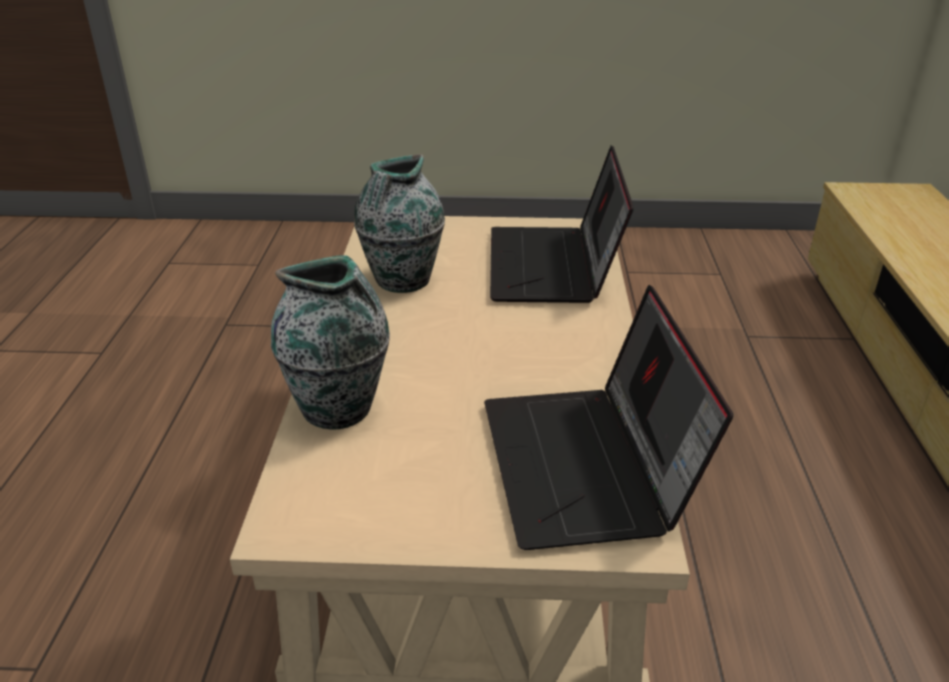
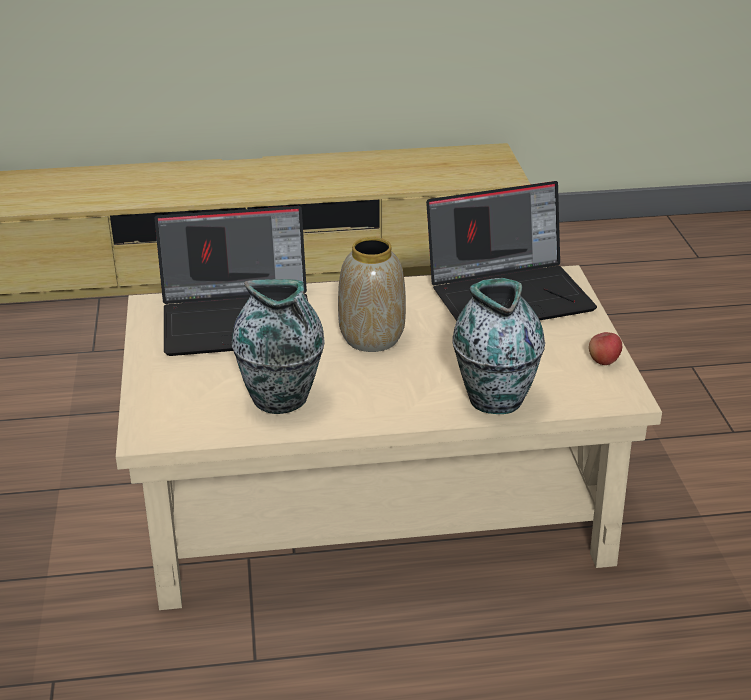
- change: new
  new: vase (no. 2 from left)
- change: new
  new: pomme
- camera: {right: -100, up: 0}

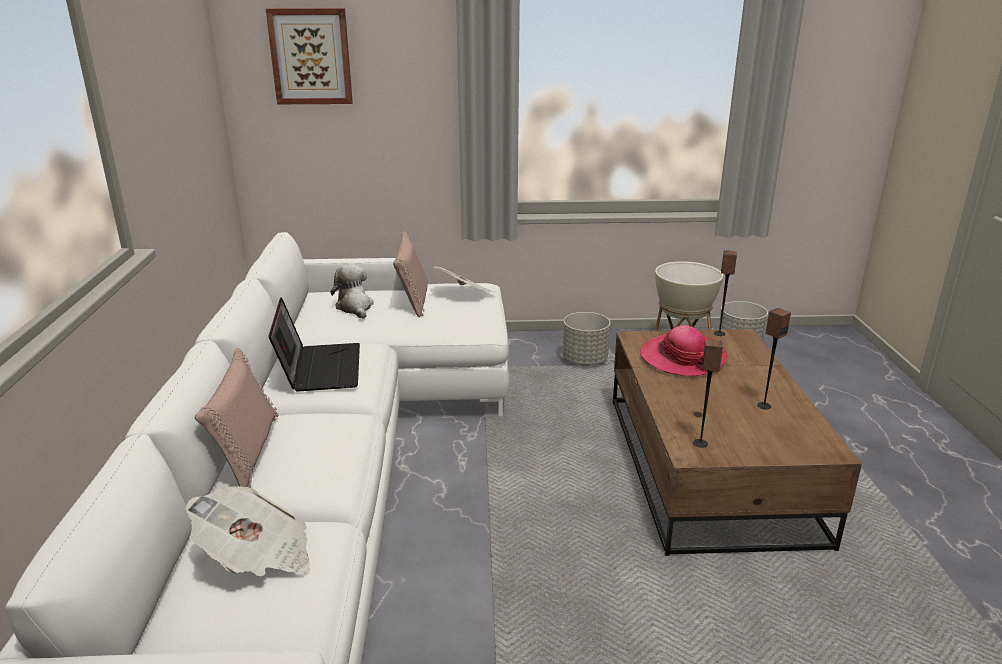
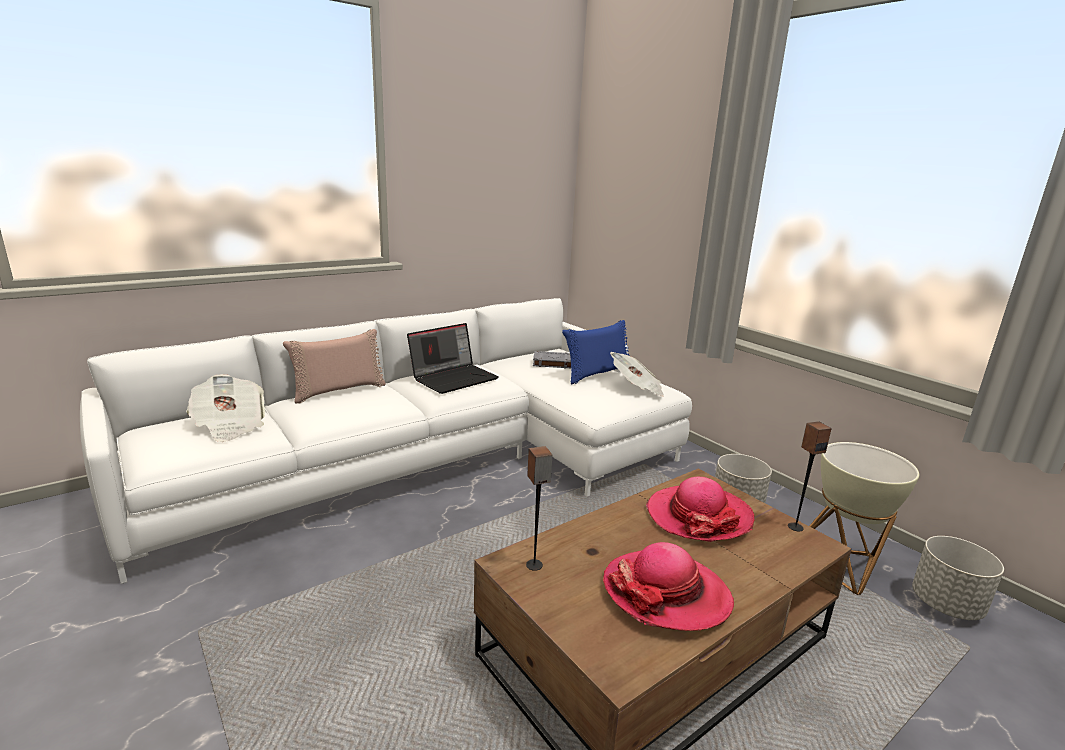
- change: gone
  old: tableau
- change: swapped
  old: peluche
  new: livre/gris
- change: repainted
  old: coussin/beige (no. 2 from left)
  new: coussin/bleu
- change: swapped
  old: enceinte (no. 3 from left)
  new: chapeau (no. 1 from left)
- camera: {right: 55, up: -5}

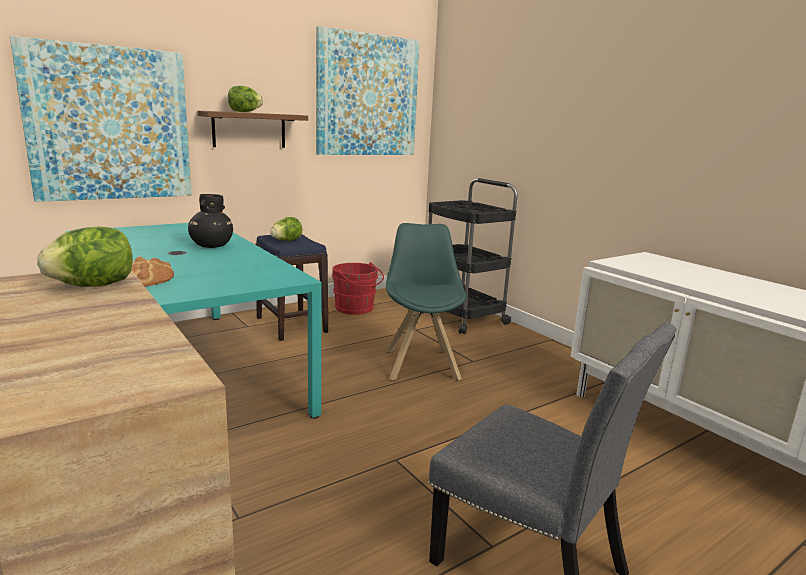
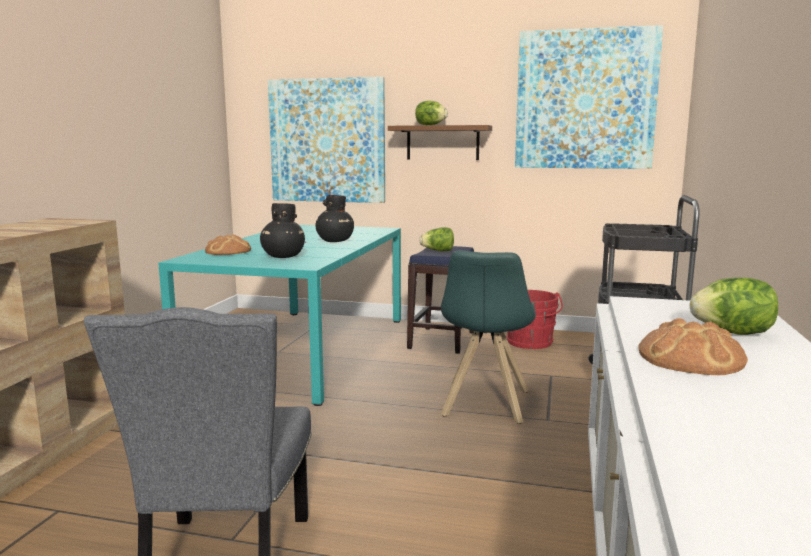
- change: shifted
  old: laitue (no. 1 from left in the first image)
  new: laitue (no. 3 from left)
- change: rotated
  old: chaise/turquoise
  degrees: 150
- change: new
  new: vase/noir (no. 1 from left)
- change: new
  new: pain (no. 2 from left)
- camera: {right: 50, up: -5}

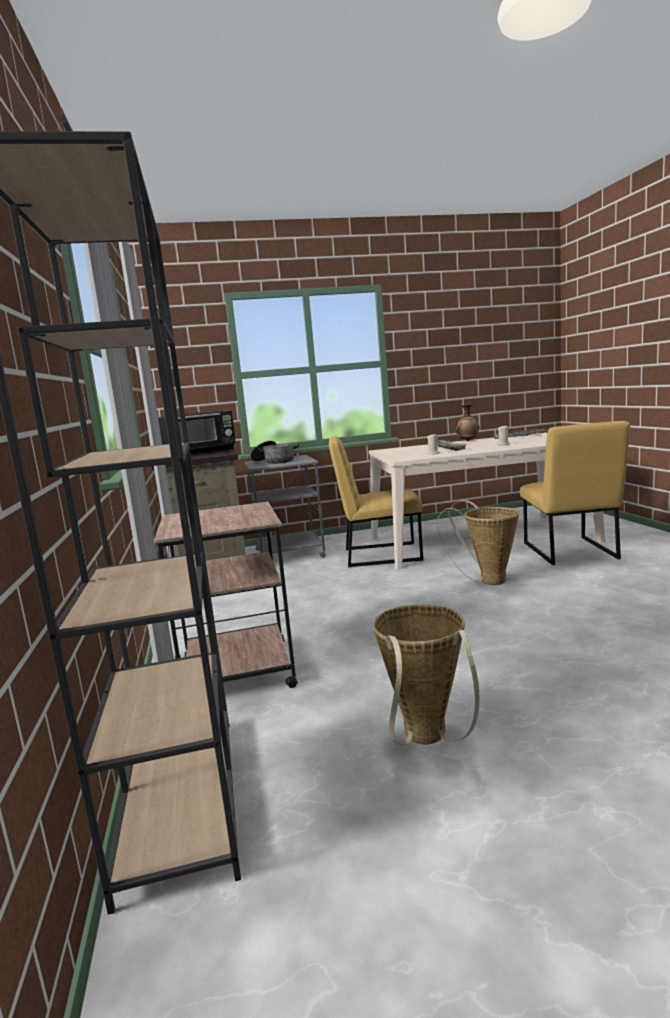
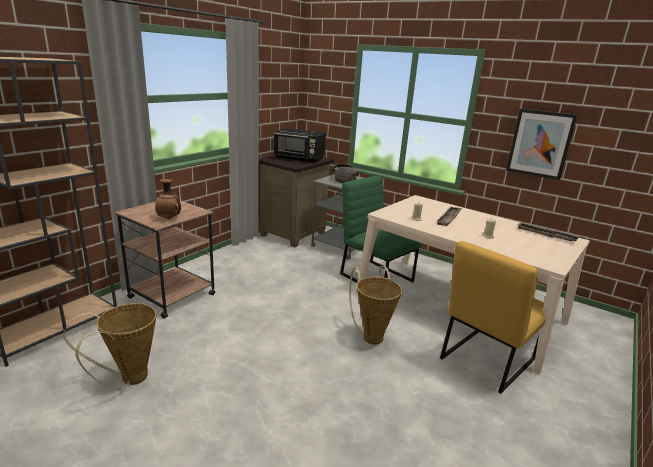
- change: repainted
  old: chaise/jaune (no. 1 from left)
  new: chaise/vert
- change: shifted
  old: vase
- change: new
  new: tableau
- camera: {right: 45, up: 10}

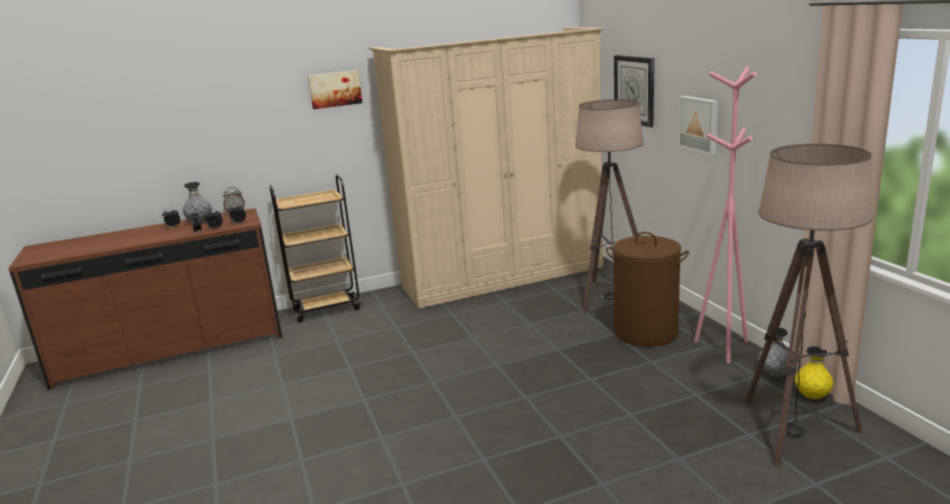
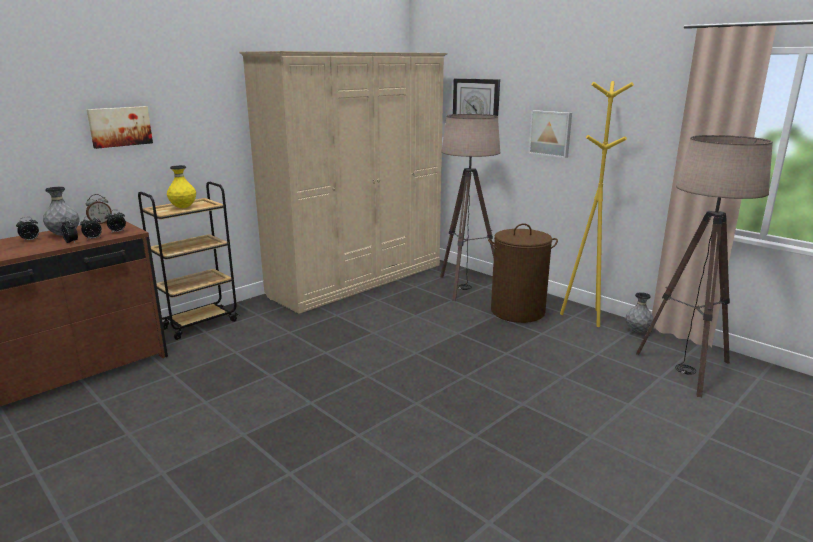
- change: shifted
  old: tableau (no. 1 from left)
- change: repainted
  old: portant/rose
  new: portant/jaune
- change: shifted
  old: vase/jaune
- camera: {right: -25, up: 0}

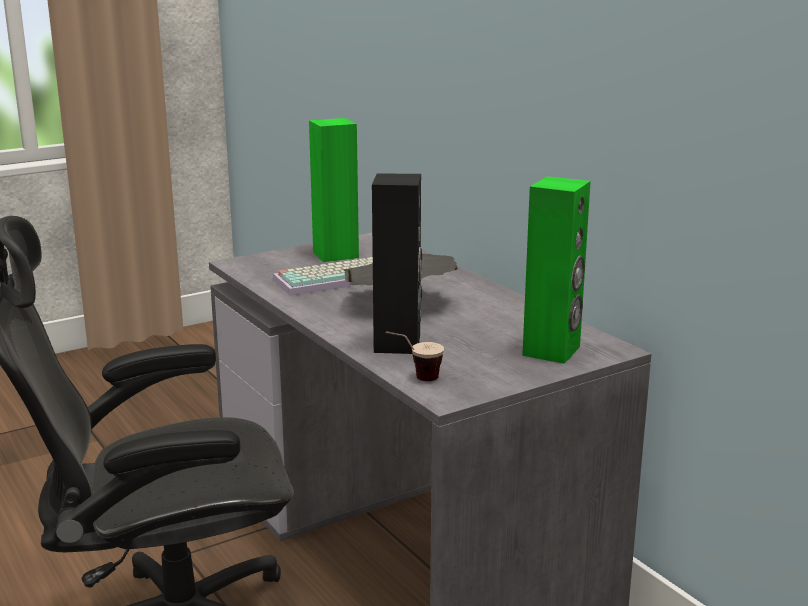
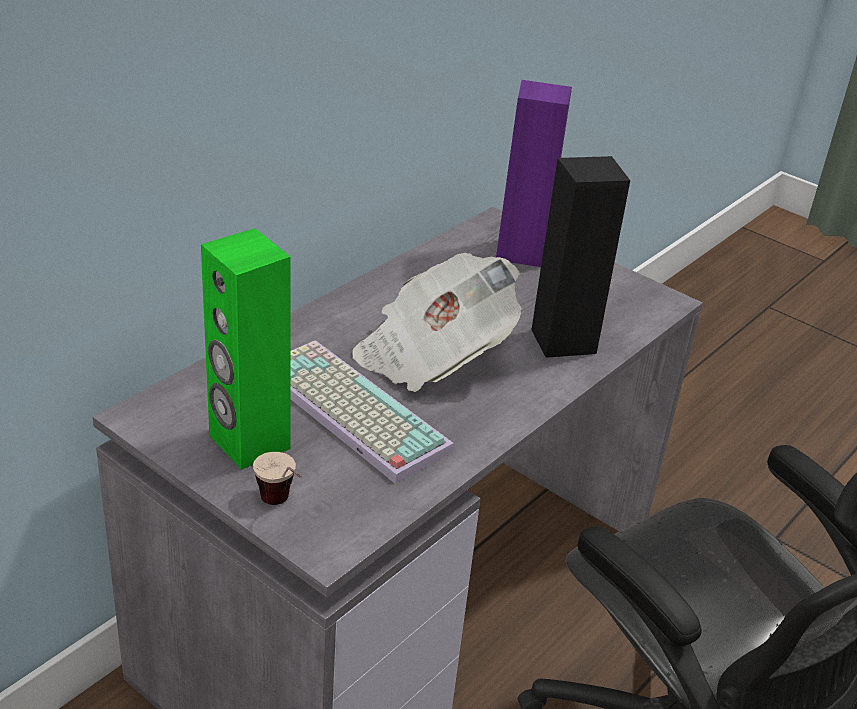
- change: shifted
  old: tasse
- change: repainted
  old: enceinte/vert (no. 2 from left)
  new: enceinte/violet
- camera: {right: -110, up: 15}

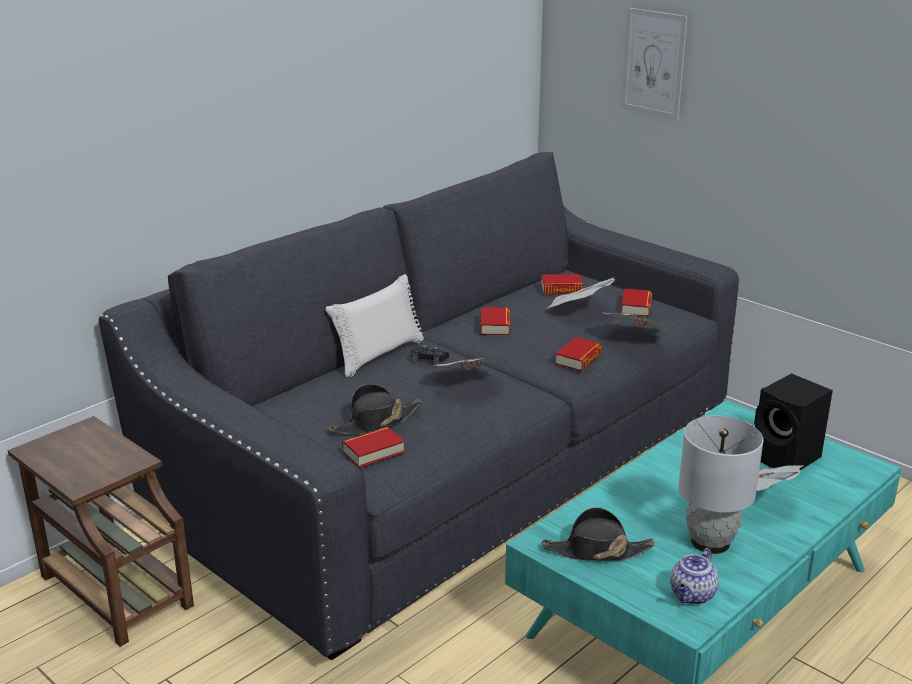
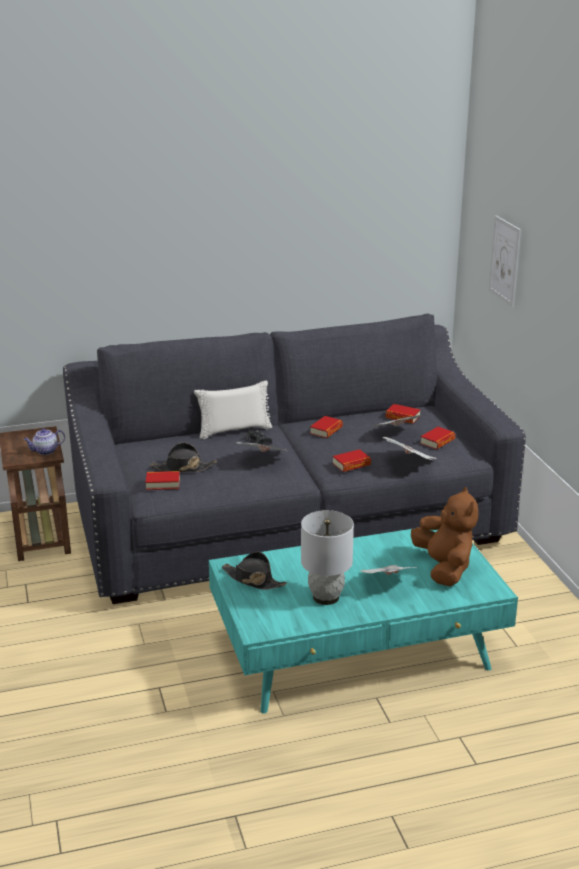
- change: shifted
  old: théière
- change: swapped
  old: enceinte/noir
  new: peluche/marron
- camera: {right: 30, up: 0}

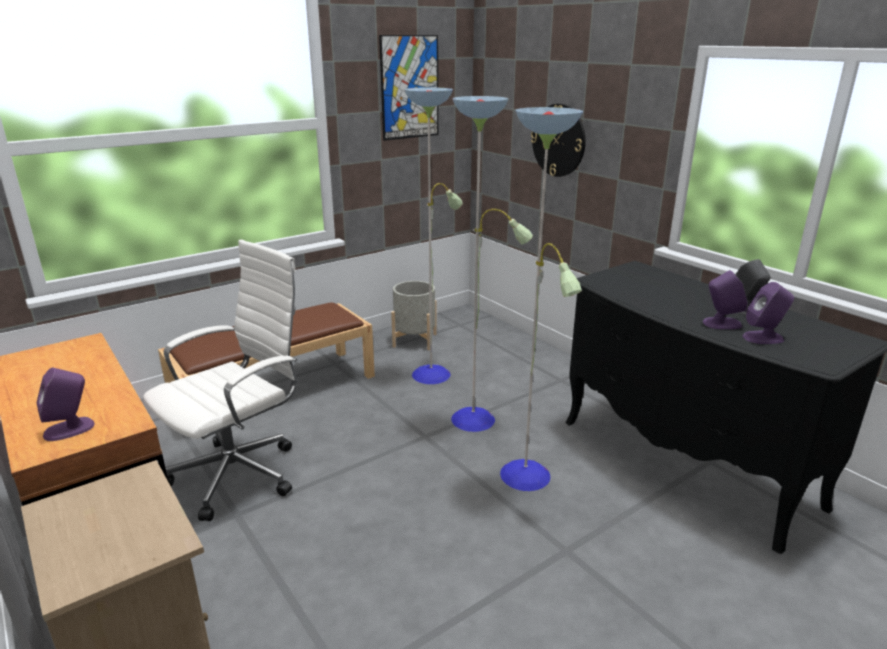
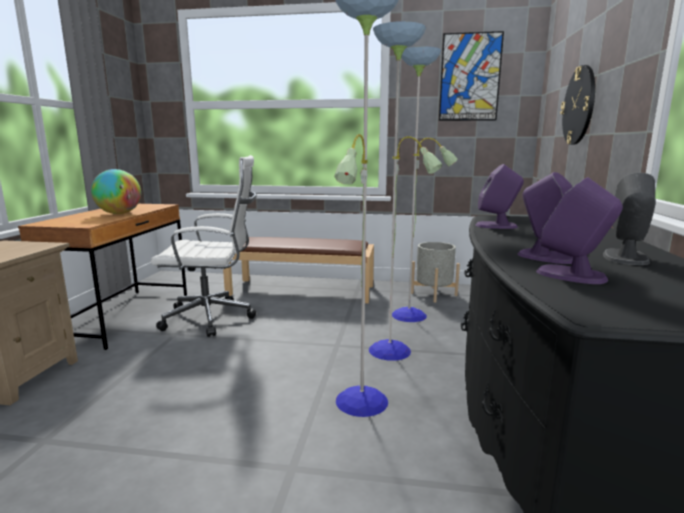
- change: shifted
  old: enceinte/violet (no. 1 from left)
- change: new
  new: globe
- camera: {right: 45, up: -10}

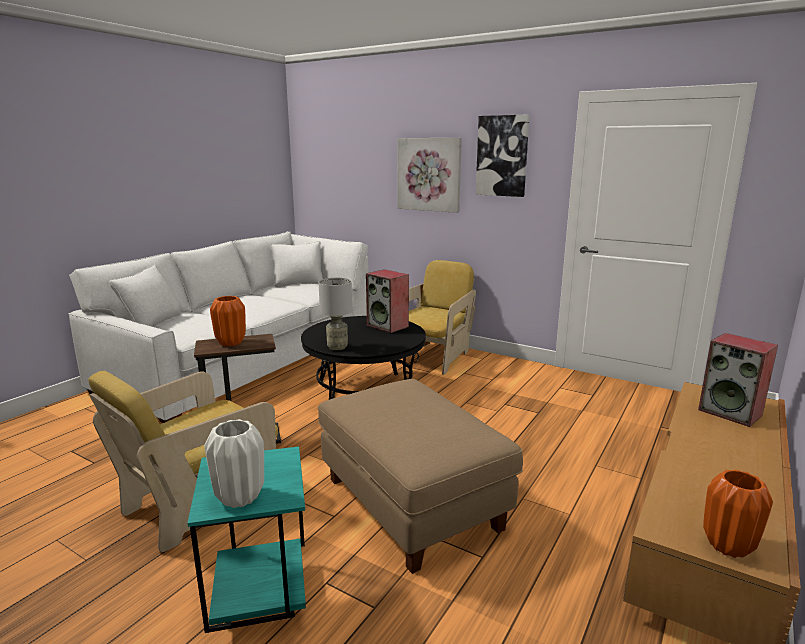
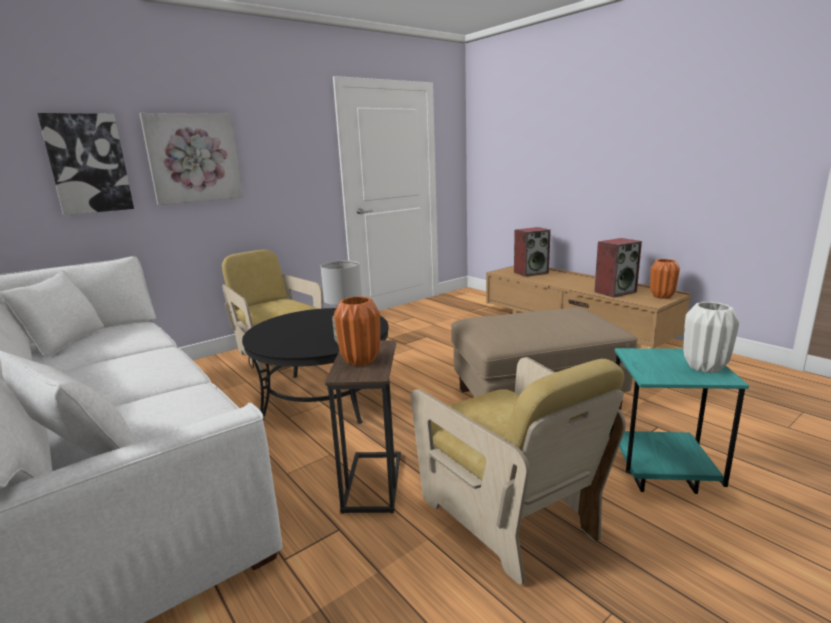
- change: shifted
  old: enceinte (no. 1 from left in the first image)
  new: enceinte (no. 2 from left)
- change: shifted
  old: tableau (no. 2 from left in the first image)
  new: tableau (no. 1 from left)
- camera: {right: -70, up: 0}

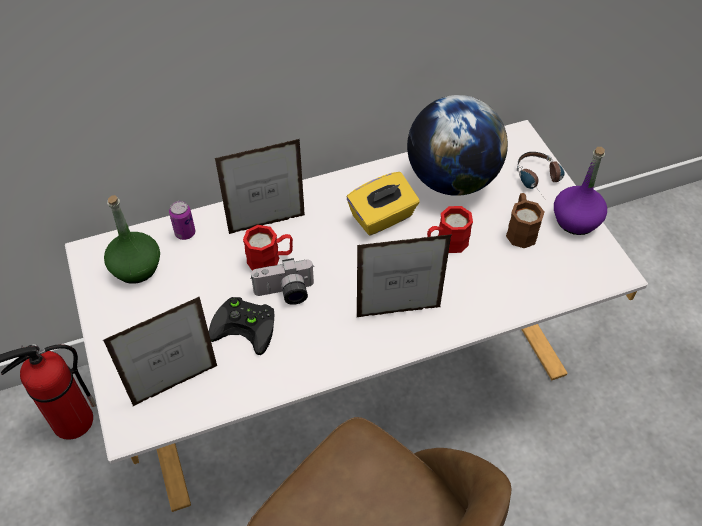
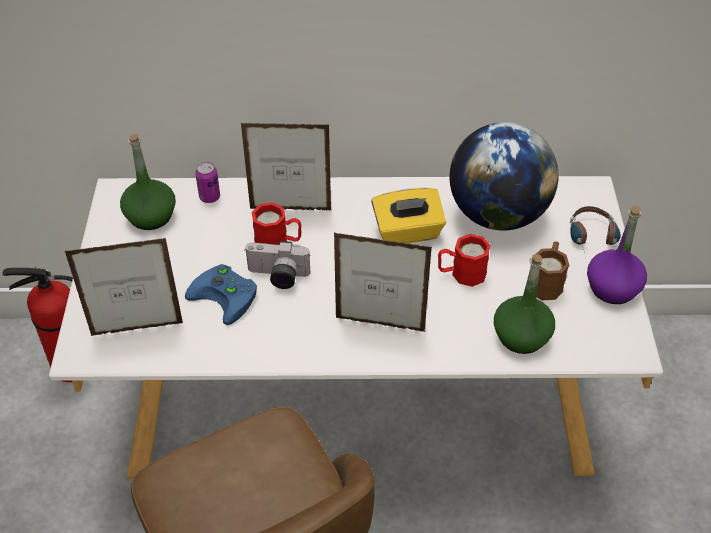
- change: repainted
  old: manette/noir
  new: manette/bleu
- change: new
  new: bouteille/vert (no. 2 from left)
- camera: {right: 20, up: -5}

